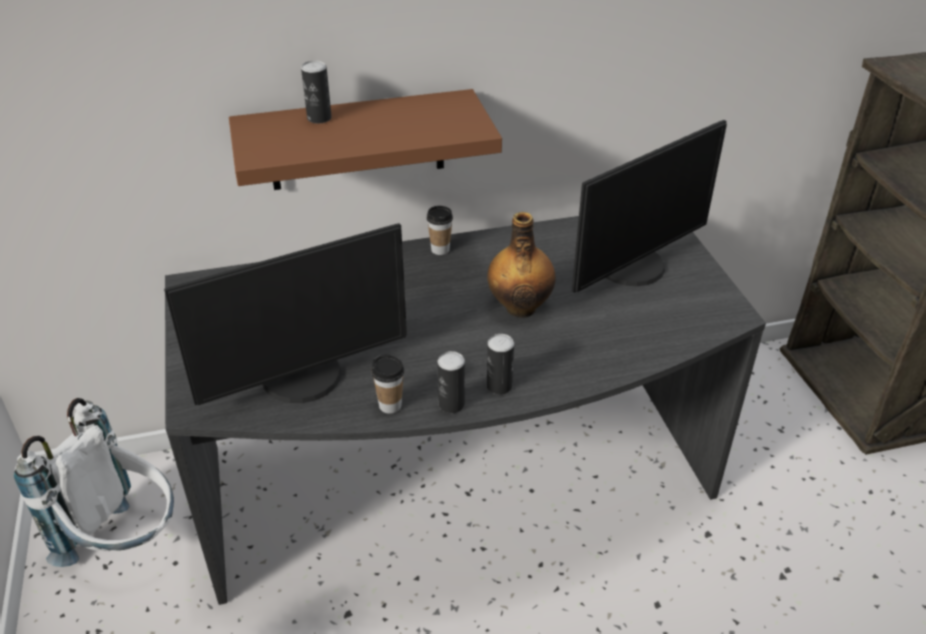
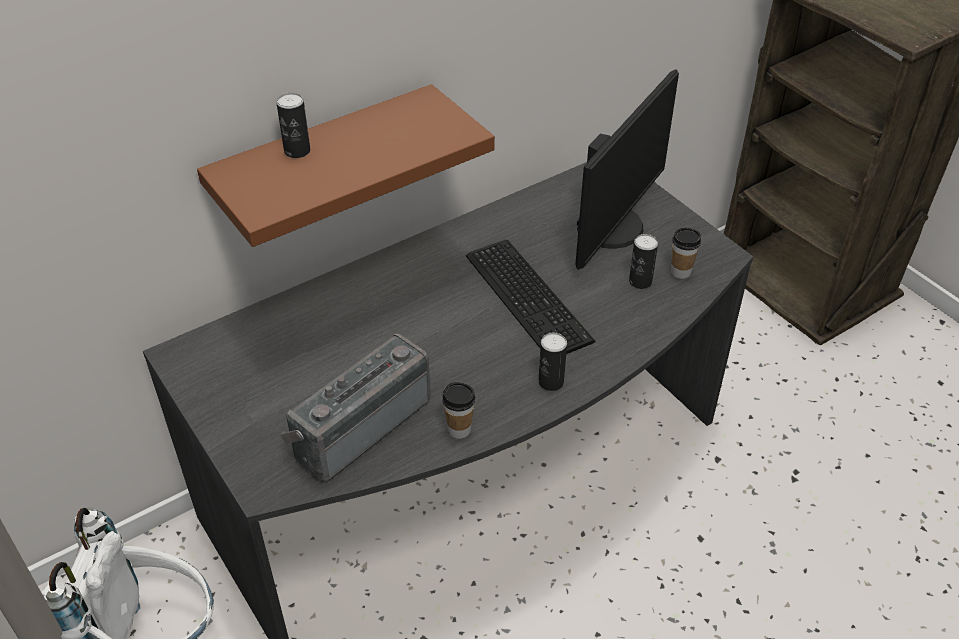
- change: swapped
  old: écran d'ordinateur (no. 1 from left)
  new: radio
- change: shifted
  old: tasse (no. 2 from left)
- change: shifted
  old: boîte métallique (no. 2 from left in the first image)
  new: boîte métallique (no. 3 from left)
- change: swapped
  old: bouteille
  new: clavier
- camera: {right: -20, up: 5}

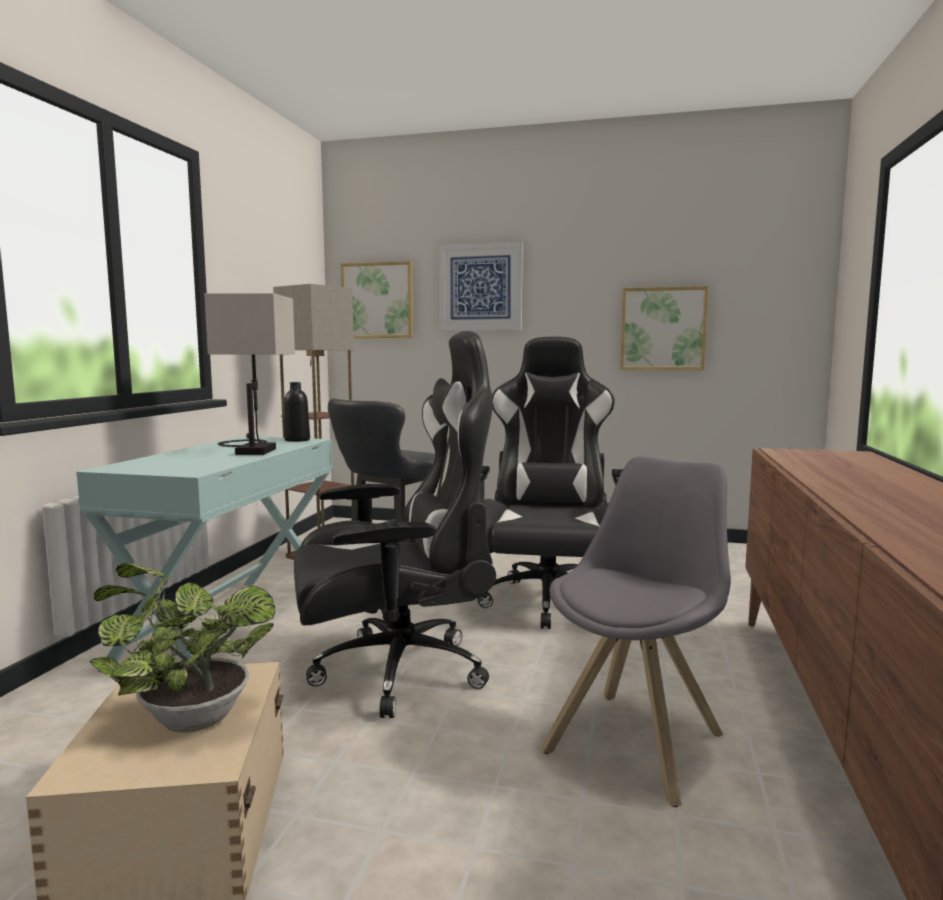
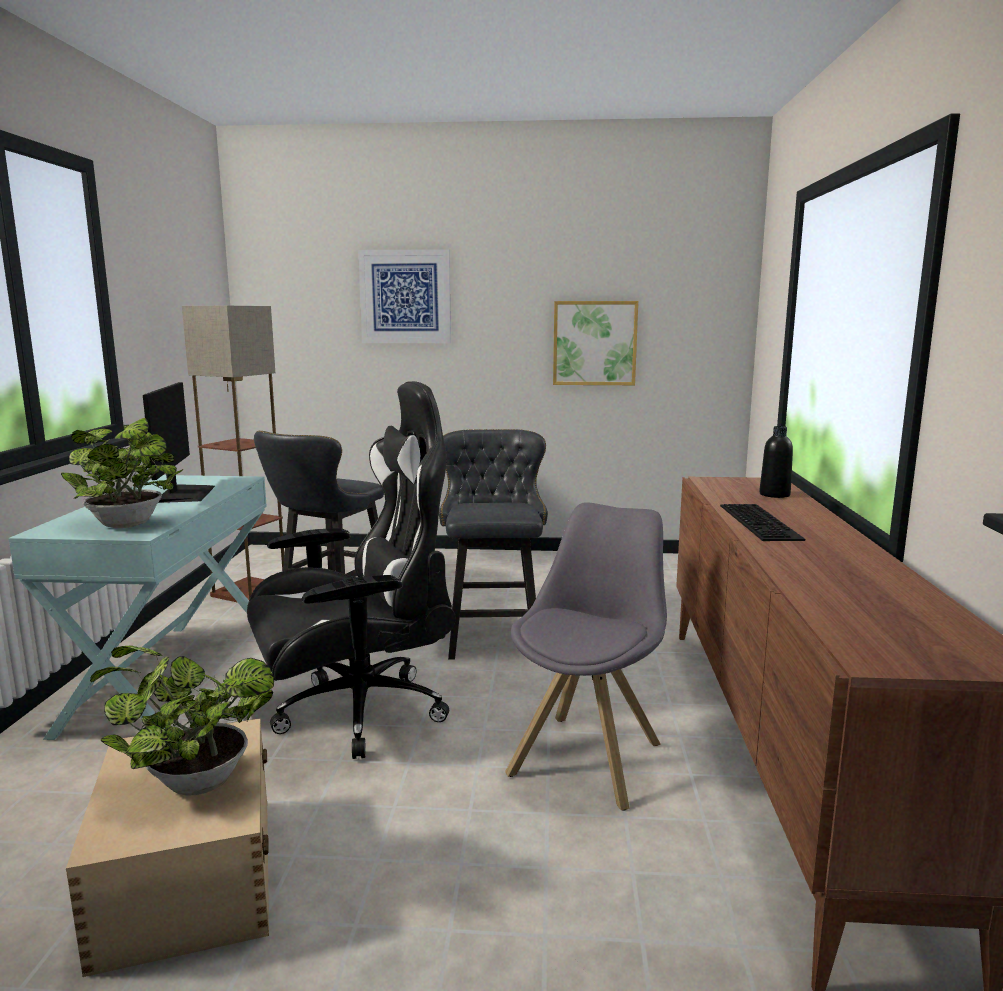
- change: swapped
  old: lampe de table
  new: écran d'ordinateur
- change: shifted
  old: bouteille/noir
- change: gone
  old: tableau (no. 1 from left)
- change: swapped
  old: chaise de bureau/noir (no. 2 from left)
  new: tabouret/gris (no. 2 from left)
- change: new
  new: plante en pot (no. 1 from left)
- change: new
  new: clavier
- camera: {right: -10, up: 5}

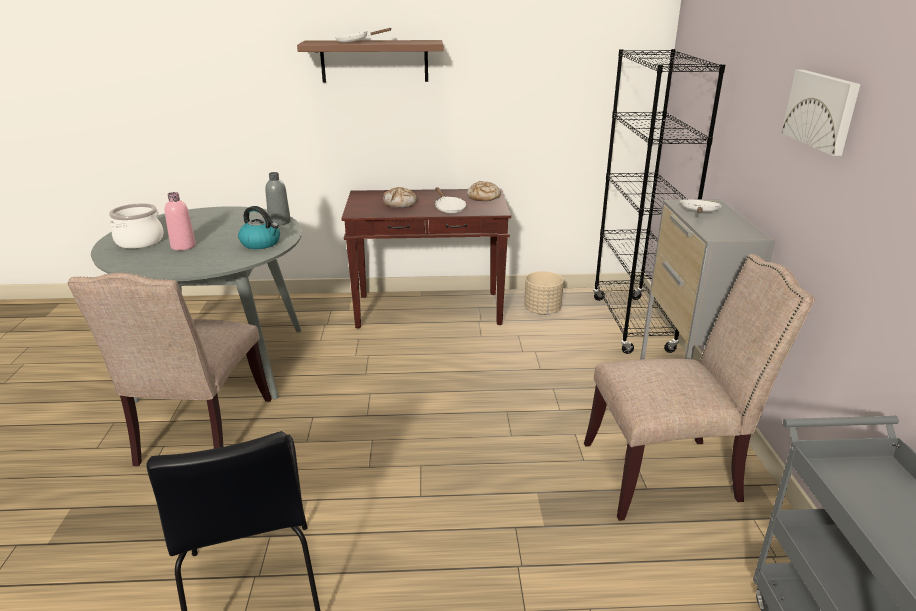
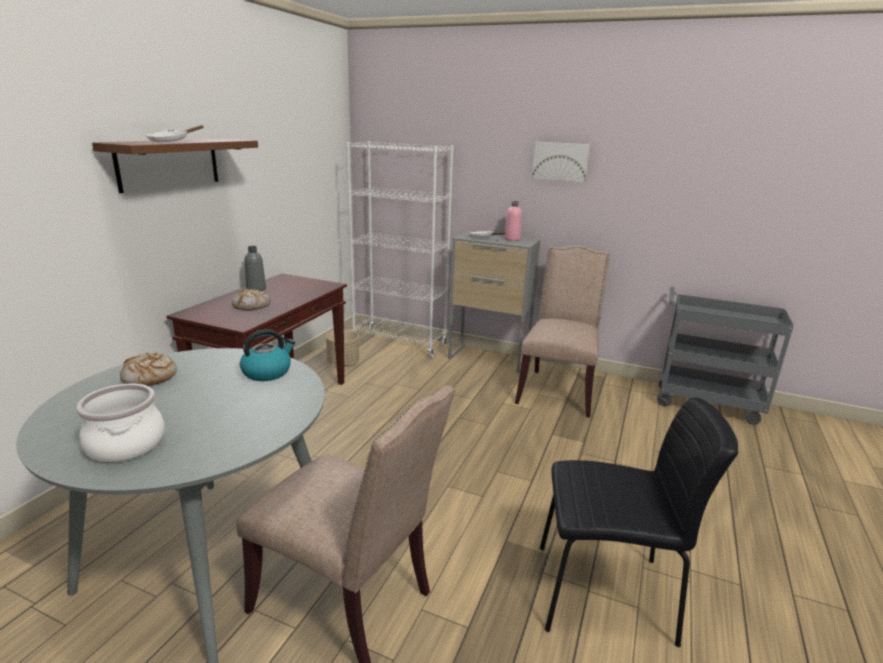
- change: shifted
  old: bouteille/rose
- change: shifted
  old: bouteille/gris
- change: gone
  old: poêle/blanc (no. 2 from left)
- change: shifted
  old: pain (no. 2 from left in the first image)
  new: pain (no. 1 from left)
- change: repainted
  old: bibliothèque/noir
  new: bibliothèque/blanc
- camera: {right: -65, up: -5}

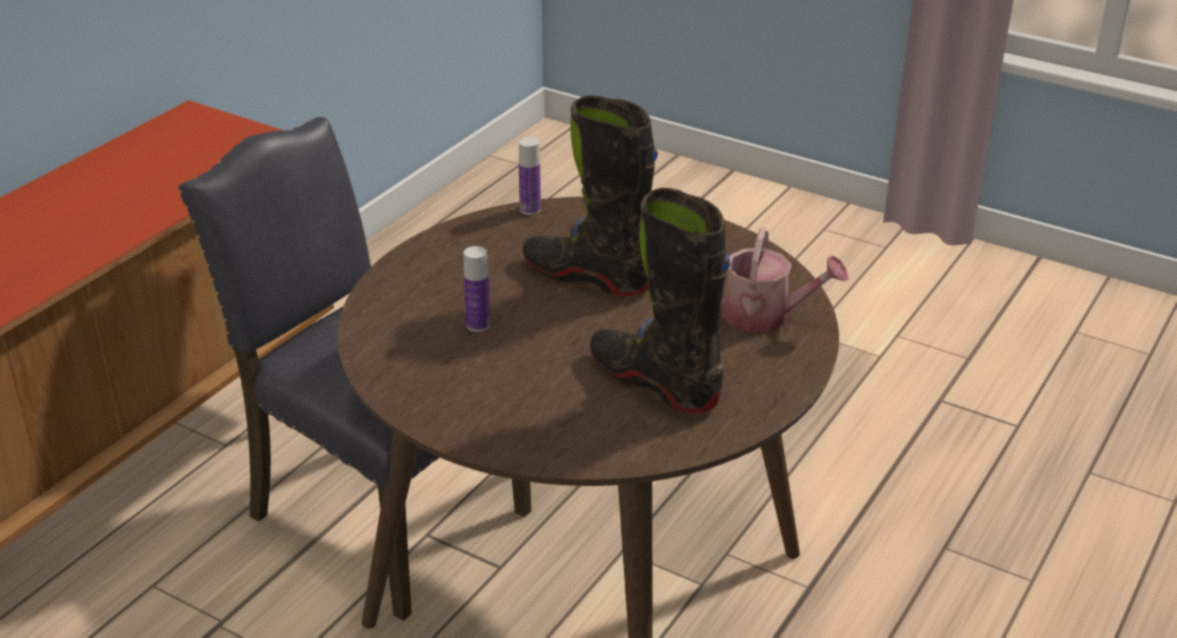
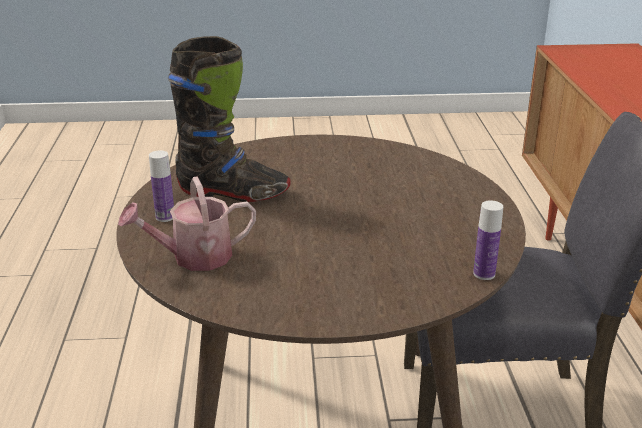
- change: shifted
  old: bouteille (no. 1 from left)
- change: gone
  old: botte/noir (no. 1 from left)
- camera: {right: 145, up: -5}

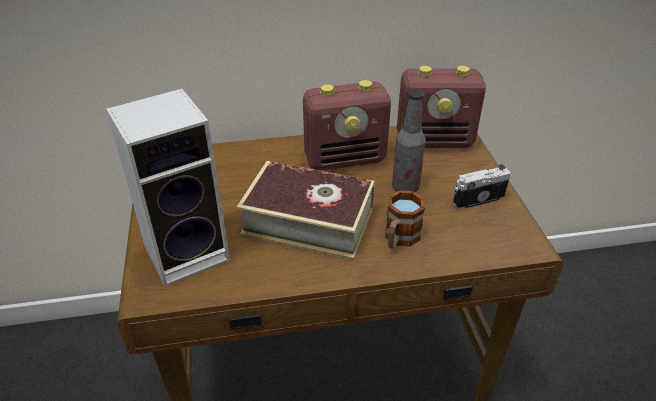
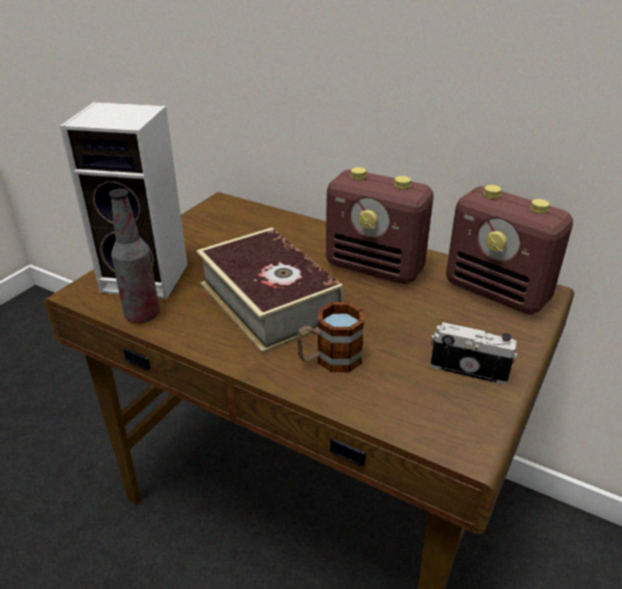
- change: shifted
  old: bouteille
- camera: {right: 40, up: -5}

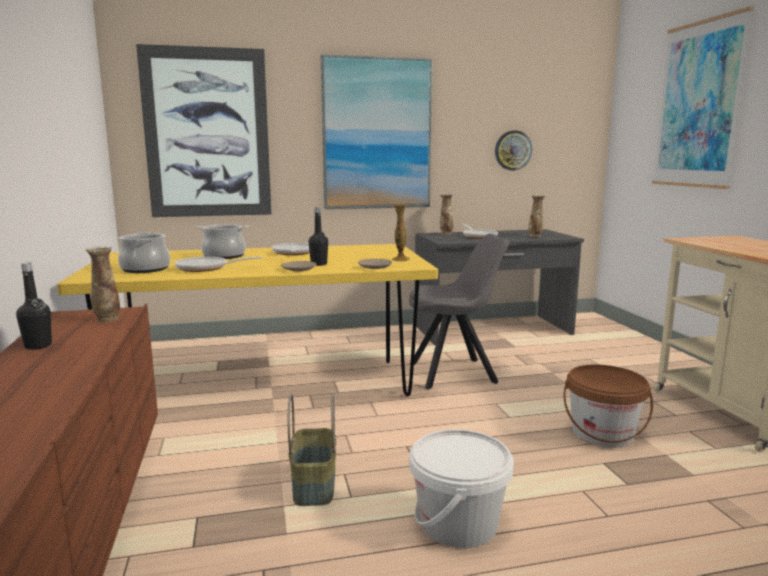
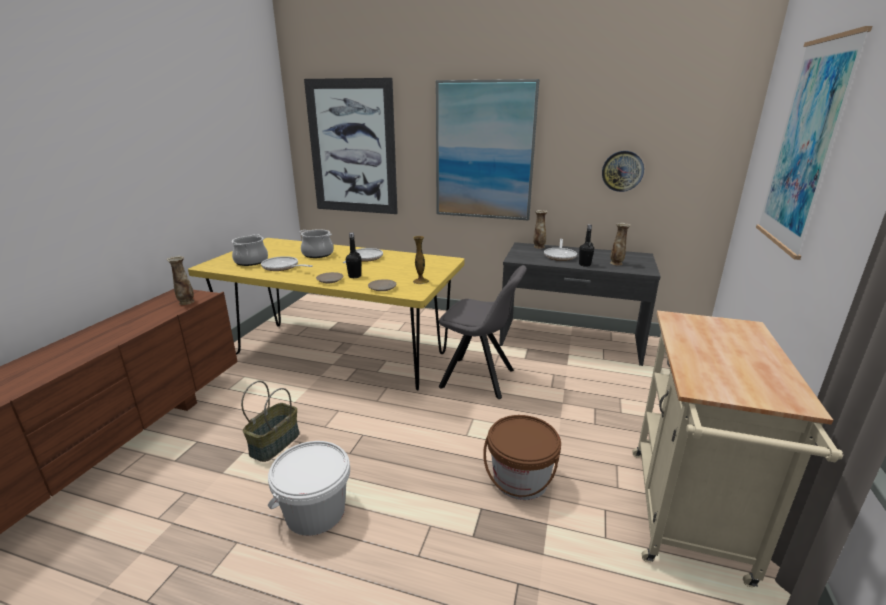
- change: shifted
  old: bouteille/noir (no. 1 from left in the first image)
  new: bouteille/noir (no. 2 from left)
- camera: {right: 30, up: 10}

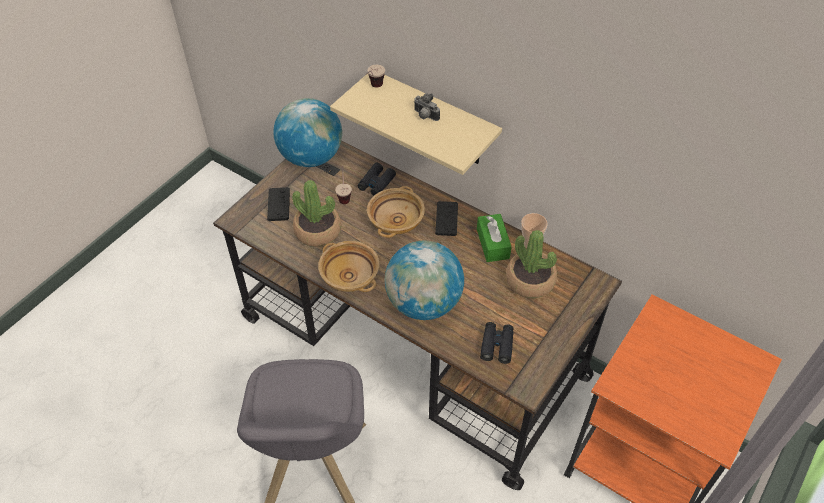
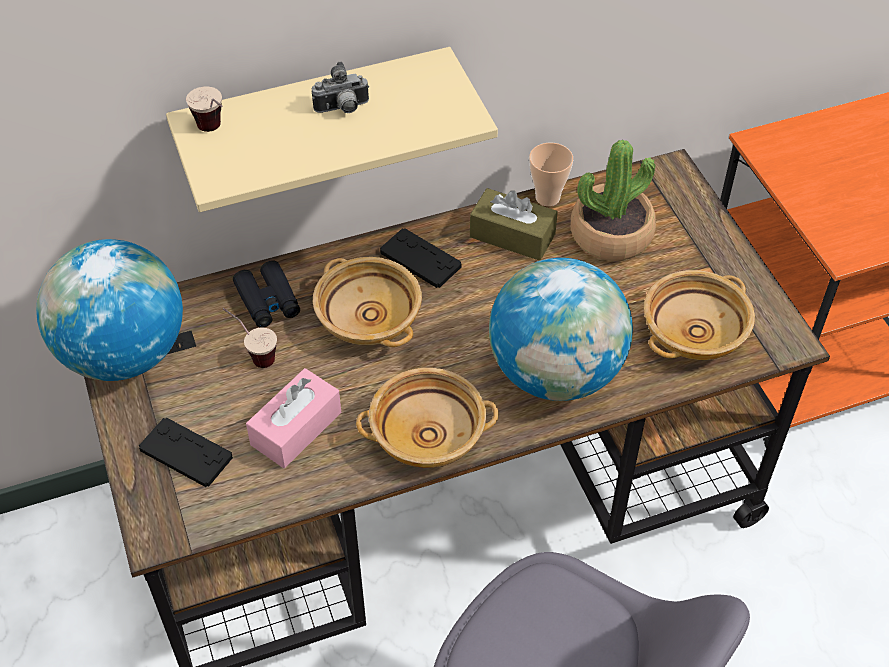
- change: swapped
  old: plante en pot (no. 1 from left)
  new: boîte à mouchoirs/rose
- change: repainted
  old: boîte à mouchoirs/vert
  new: boîte à mouchoirs/marron
- change: swapped
  old: jumelles/noir (no. 2 from left)
  new: bol/beige (no. 3 from left)
- camera: {right: -55, up: 0}

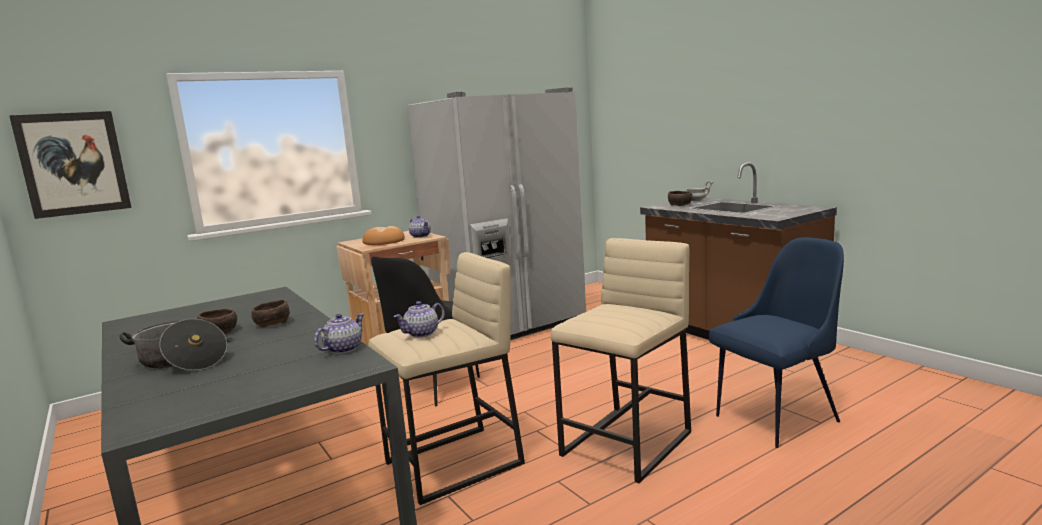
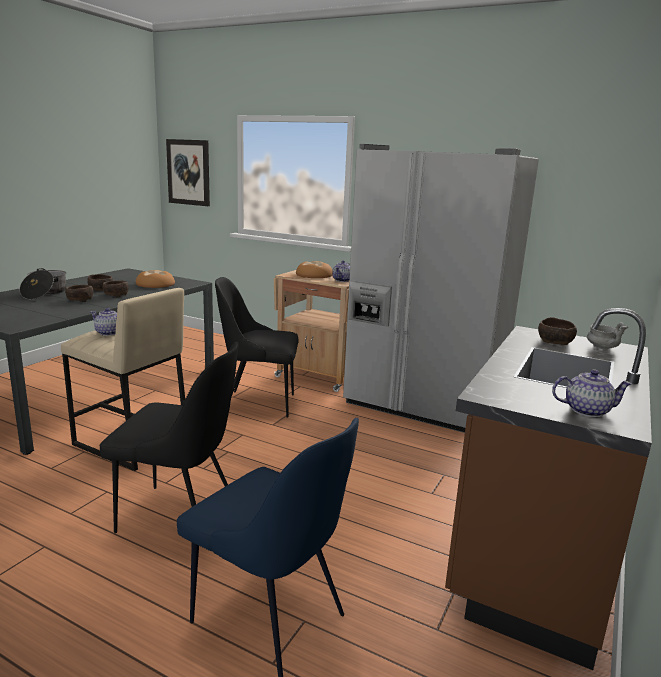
- change: shifted
  old: théière (no. 1 from left in the first image)
  new: théière (no. 3 from left)
- change: swapped
  old: tabouret/beige (no. 2 from left)
  new: chaise/noir (no. 1 from left)
- change: new
  new: bol/marron (no. 1 from left)
- change: new
  new: pain (no. 1 from left)
- camera: {right: 60, up: 5}

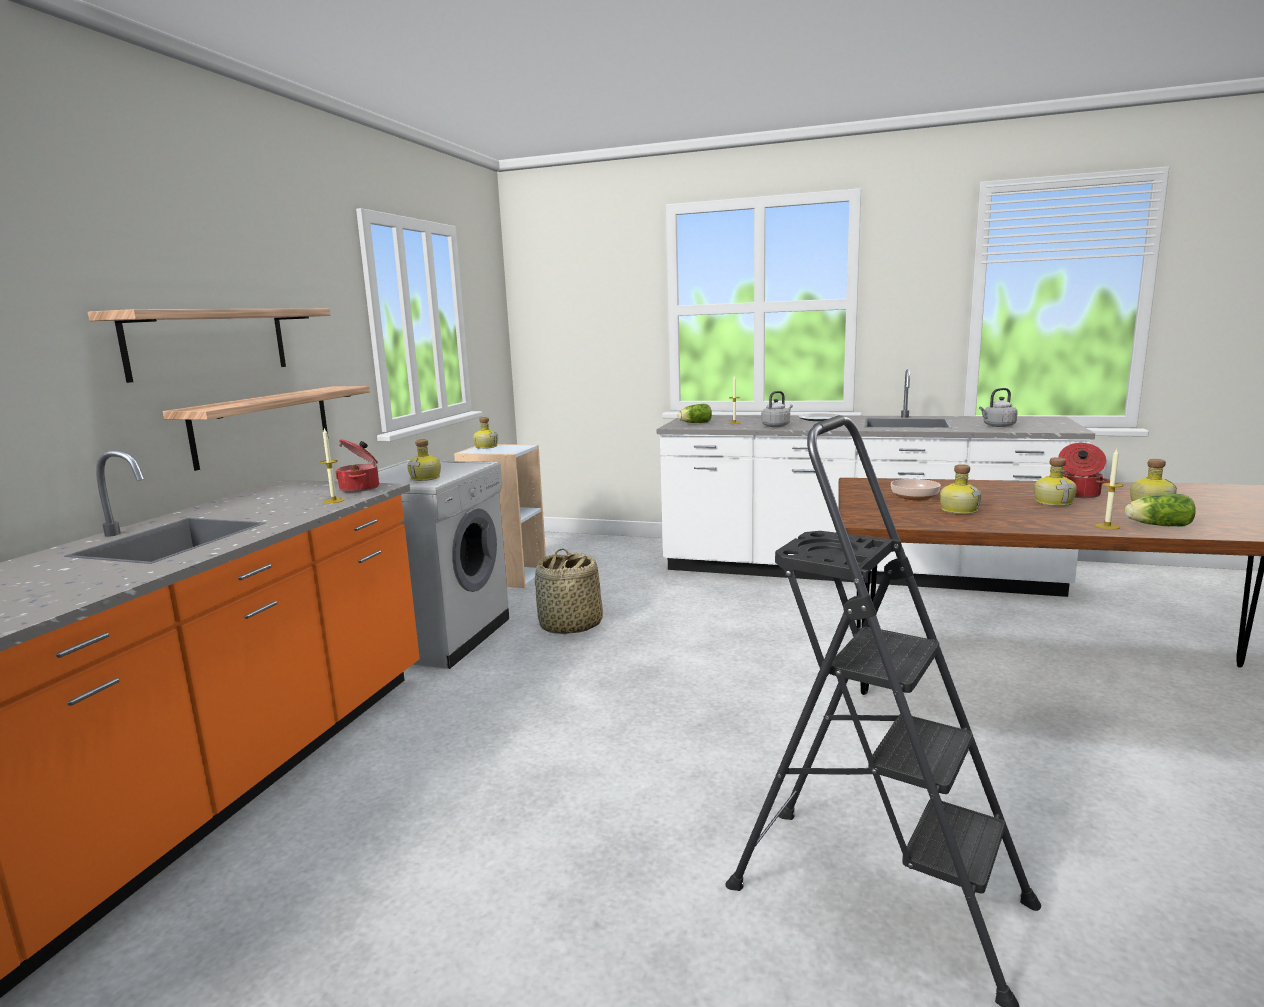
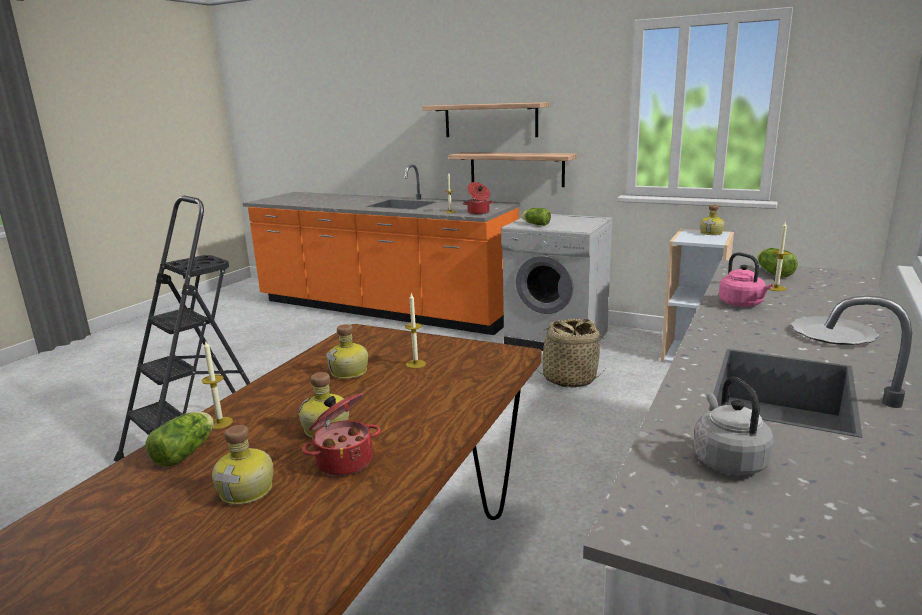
- change: swapped
  old: bouteille (no. 1 from left)
  new: laitue (no. 2 from left)
- change: repainted
  old: bouilloire/gris (no. 1 from left)
  new: bouilloire/rose
- change: swapped
  old: bol
  new: bougie (no. 2 from left)
- camera: {right: 100, up: 5}

